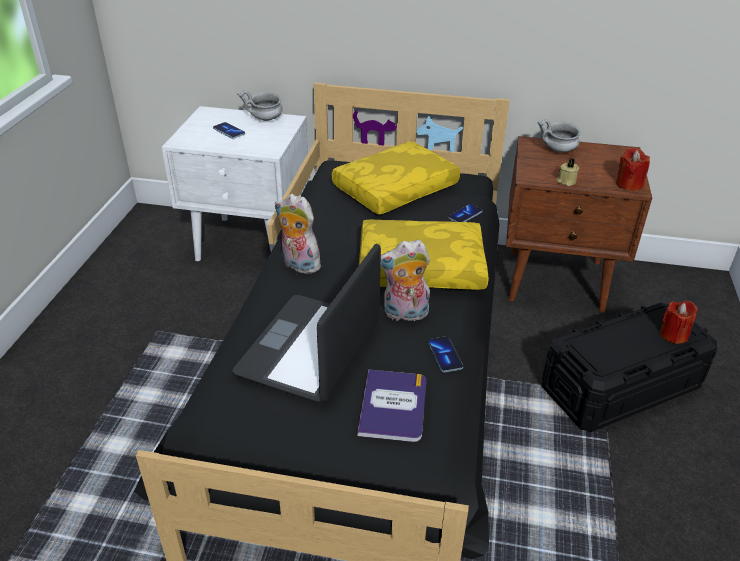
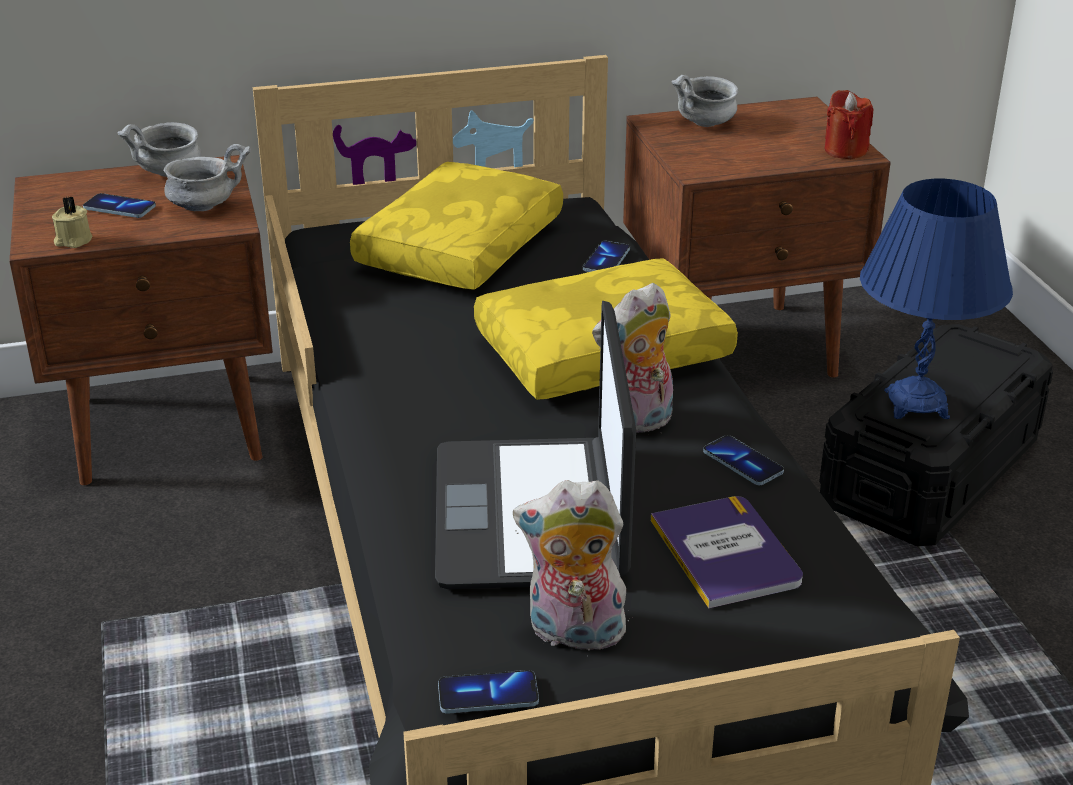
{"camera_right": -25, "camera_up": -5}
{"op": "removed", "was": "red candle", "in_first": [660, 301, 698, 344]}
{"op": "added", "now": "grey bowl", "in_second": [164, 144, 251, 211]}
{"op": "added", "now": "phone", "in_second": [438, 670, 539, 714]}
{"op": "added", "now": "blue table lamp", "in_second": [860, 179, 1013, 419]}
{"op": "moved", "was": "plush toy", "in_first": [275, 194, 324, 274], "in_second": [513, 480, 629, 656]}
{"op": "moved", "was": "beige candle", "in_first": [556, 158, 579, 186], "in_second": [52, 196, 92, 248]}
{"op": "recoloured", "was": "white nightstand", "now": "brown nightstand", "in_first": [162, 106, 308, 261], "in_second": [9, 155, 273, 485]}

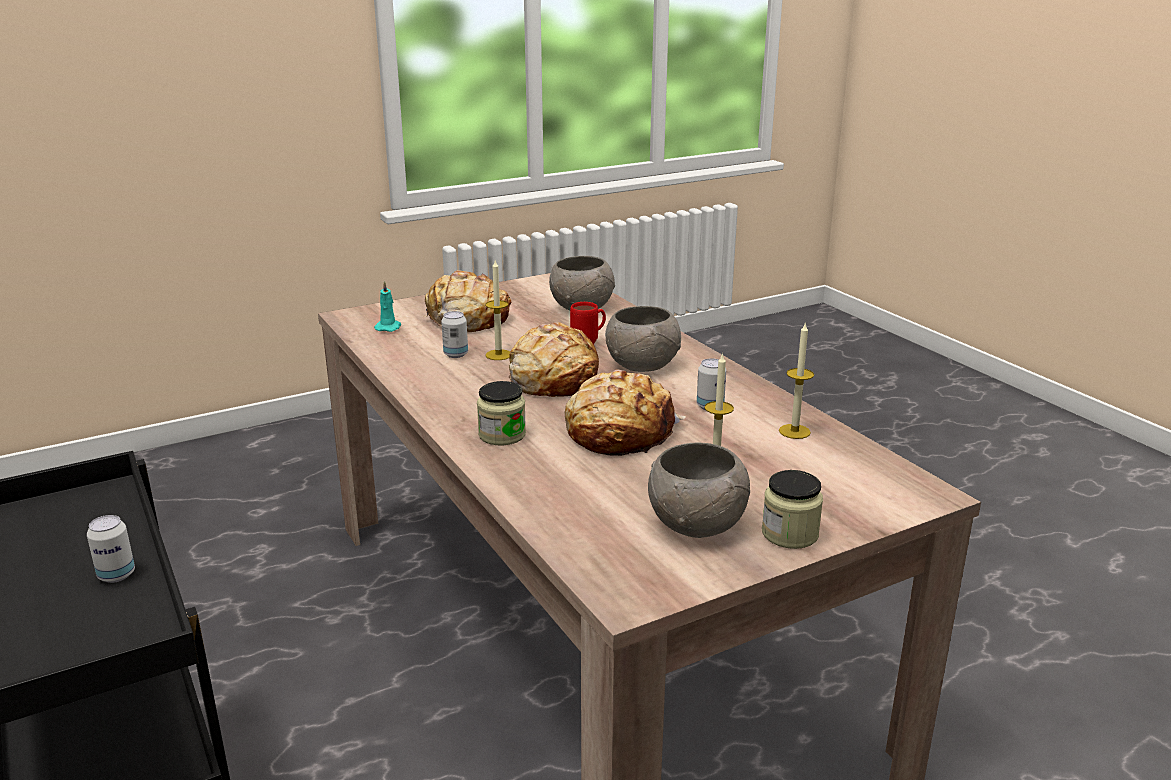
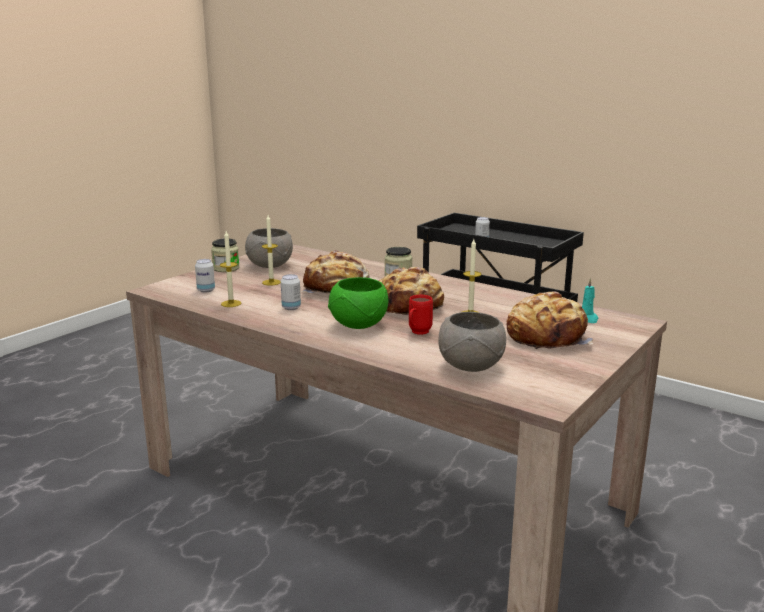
{"camera_right": 155, "camera_up": -5}
{"op": "moved", "was": "can", "in_first": [441, 311, 468, 358], "in_second": [195, 259, 215, 293]}
{"op": "recoloured", "was": "grey bowl", "now": "green bowl", "in_first": [605, 306, 681, 372], "in_second": [328, 277, 388, 329]}

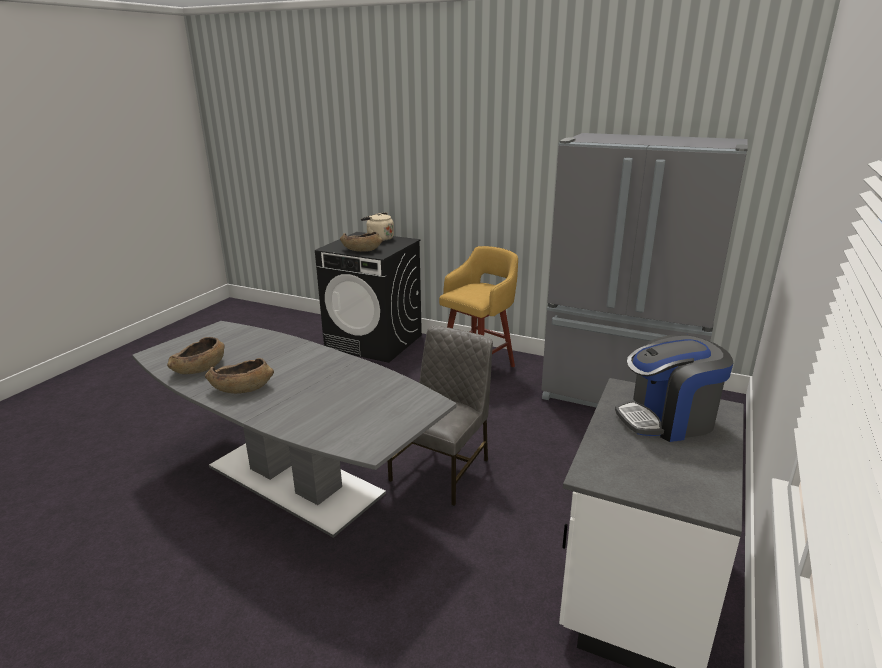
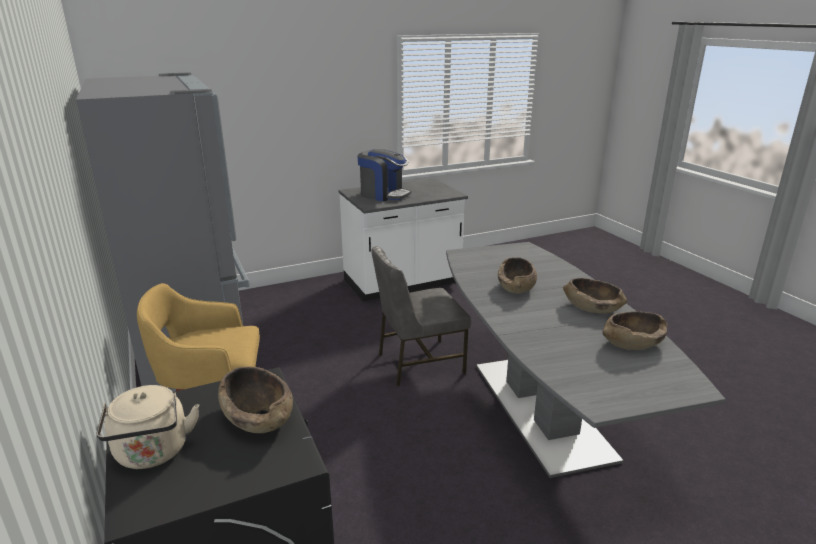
{"camera_right": -140, "camera_up": 0}
{"op": "added", "now": "brown bowl", "in_second": [498, 257, 537, 293]}

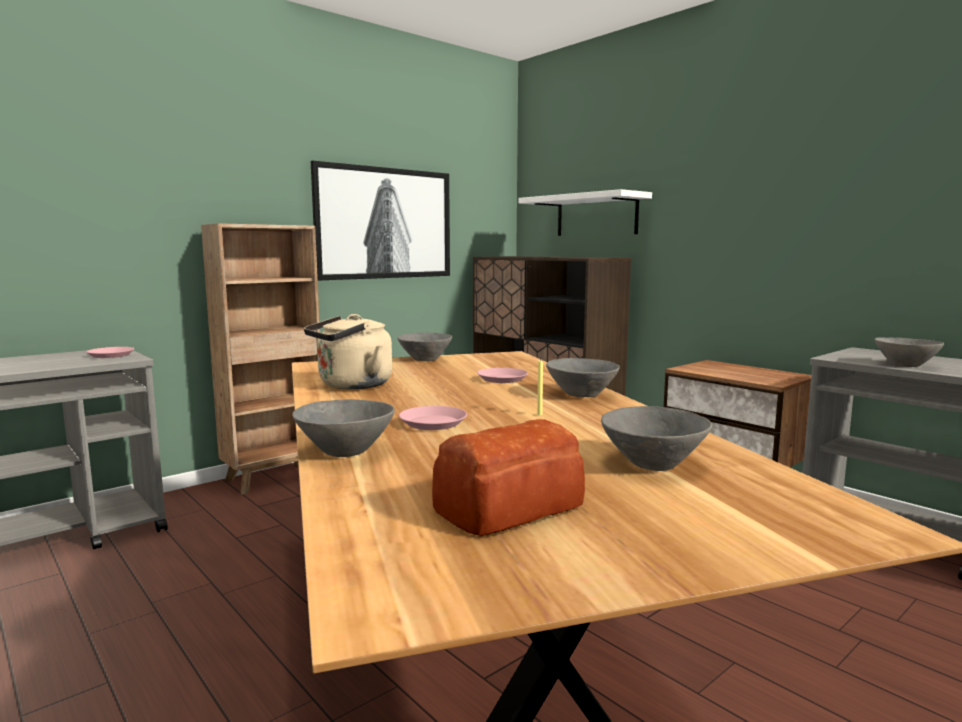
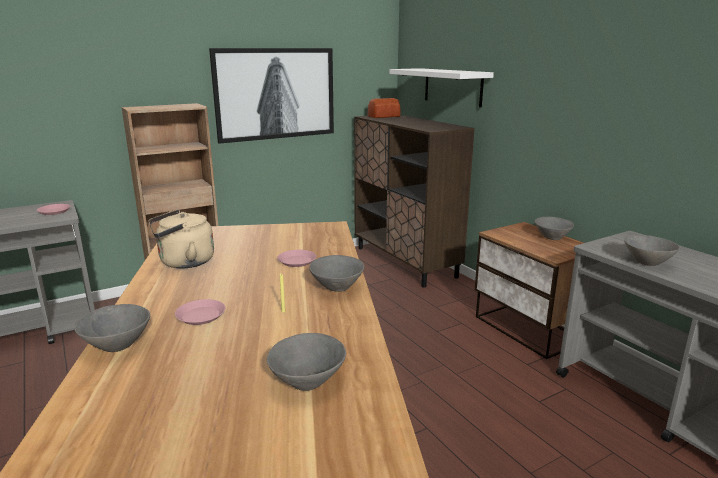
{"camera_right": 10, "camera_up": 10}
{"op": "moved", "was": "grey bowl", "in_first": [397, 332, 452, 361], "in_second": [535, 217, 574, 240]}
{"op": "moved", "was": "bread", "in_first": [432, 419, 585, 536], "in_second": [367, 98, 400, 118]}

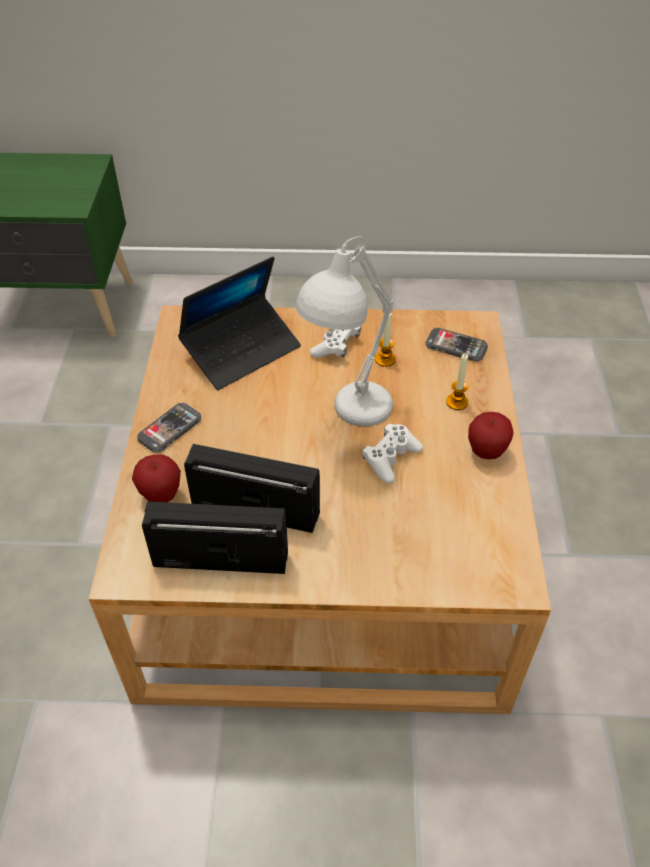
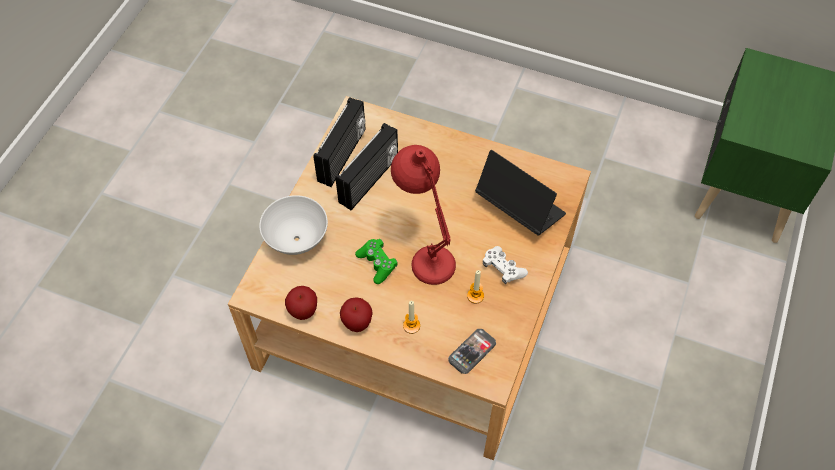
{"camera_right": 110, "camera_up": 10}
{"op": "removed", "was": "phone", "in_first": [137, 403, 201, 453]}
{"op": "added", "now": "white bowl", "in_second": [259, 195, 328, 255]}
{"op": "moved", "was": "apple", "in_first": [132, 454, 181, 503], "in_second": [285, 286, 317, 320]}
{"op": "recoloured", "was": "white table lamp", "now": "red table lamp", "in_first": [296, 236, 394, 427], "in_second": [391, 145, 456, 285]}
{"op": "recoloured", "was": "white game controller", "now": "green game controller", "in_first": [362, 424, 423, 484], "in_second": [355, 239, 398, 284]}
{"op": "turned", "was": "laptop", "in_first": [178, 256, 301, 390], "in_second": [475, 150, 566, 236], "clockwise": 150}

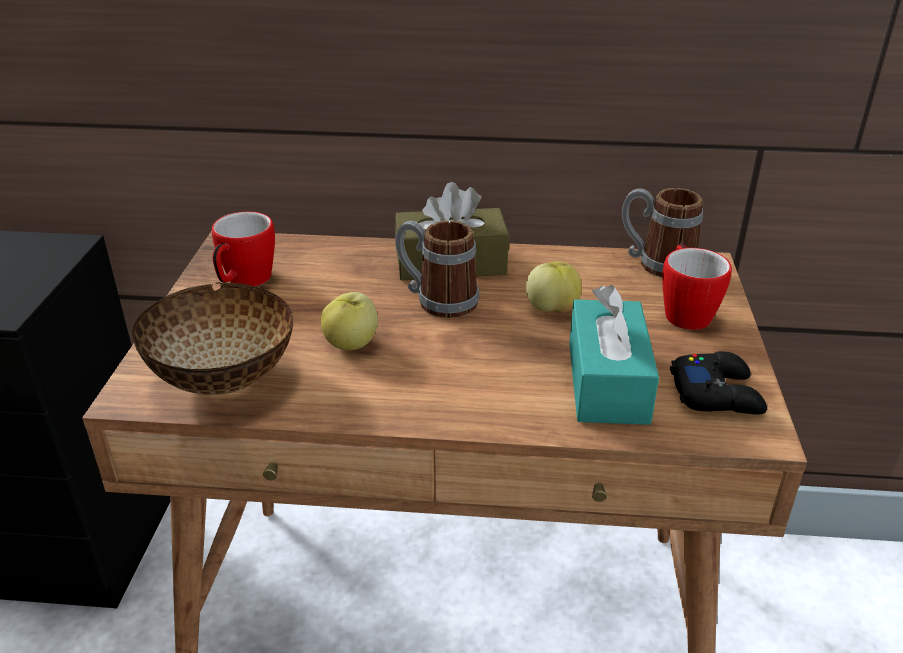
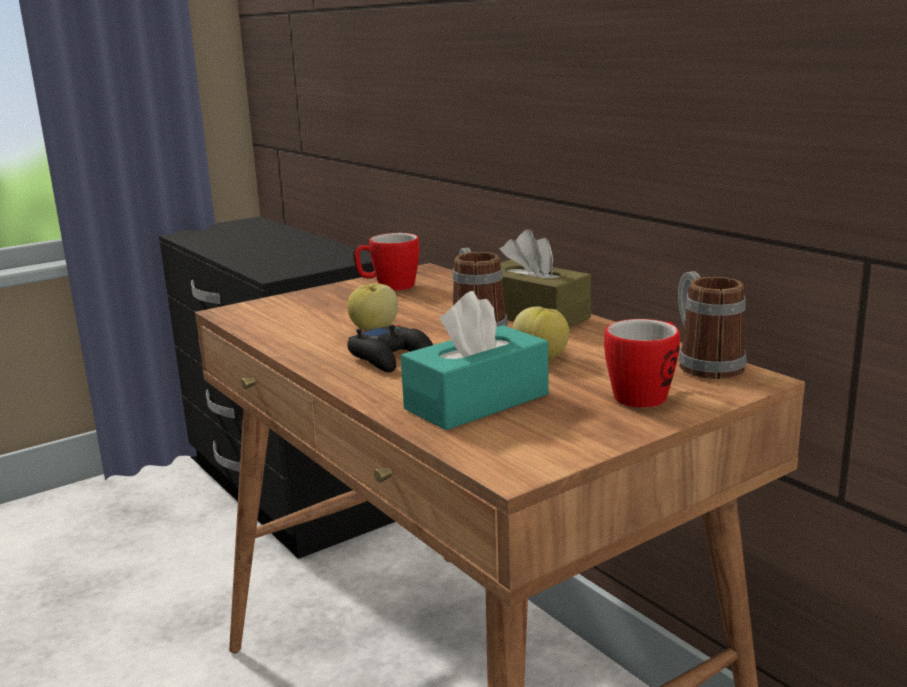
{"camera_right": 50, "camera_up": -15}
{"op": "removed", "was": "bowl", "in_first": [132, 282, 293, 395]}
{"op": "moved", "was": "black game controller", "in_first": [670, 351, 767, 415], "in_second": [347, 325, 433, 372]}

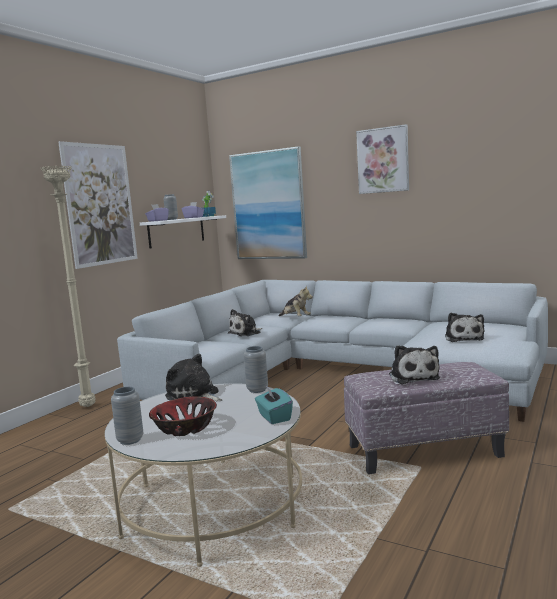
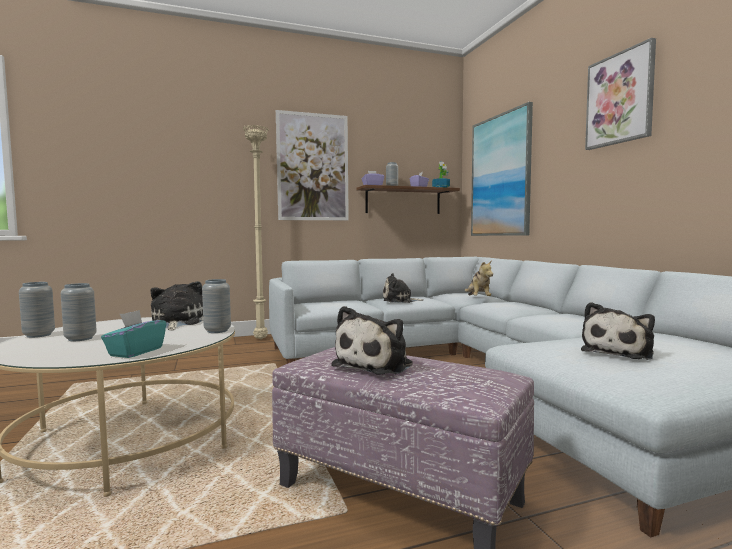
{"camera_right": 40, "camera_up": -5}
{"op": "replaced", "was": "bowl", "now": "grey vase", "in_first": [149, 397, 217, 436], "in_second": [61, 283, 97, 341]}
{"op": "recoloured", "was": "white shelf", "now": "brown shelf", "in_first": [140, 215, 226, 249], "in_second": [357, 185, 460, 214]}

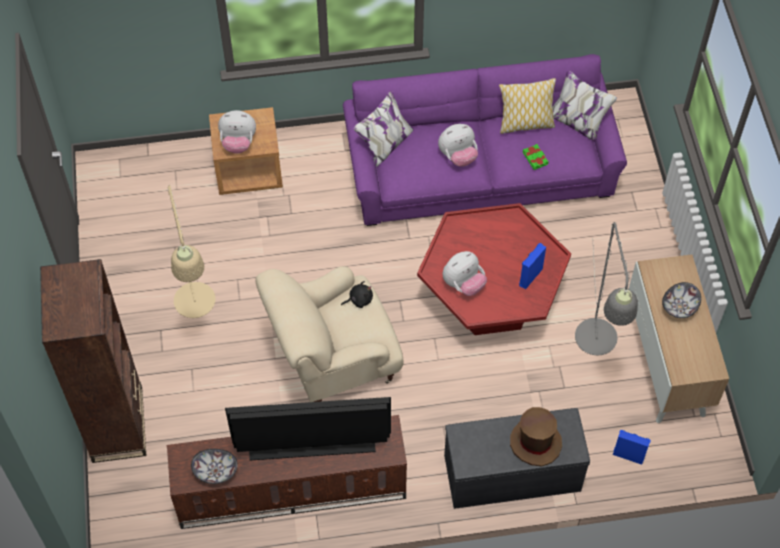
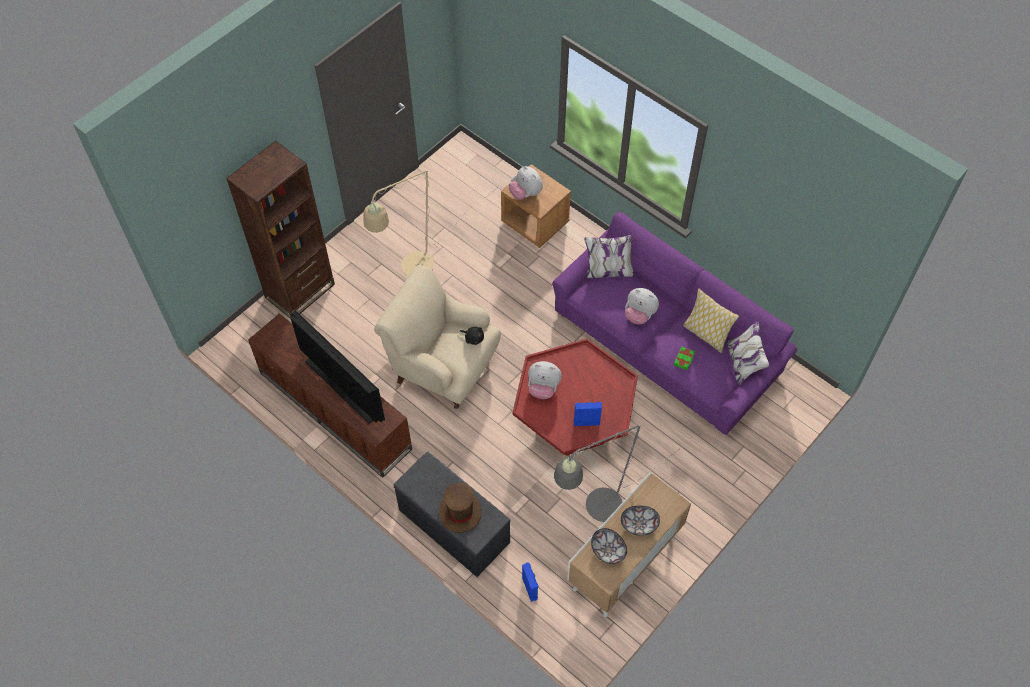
{"camera_right": 50, "camera_up": 0}
{"op": "moved", "was": "bowl", "in_first": [191, 449, 238, 484], "in_second": [591, 528, 627, 564]}

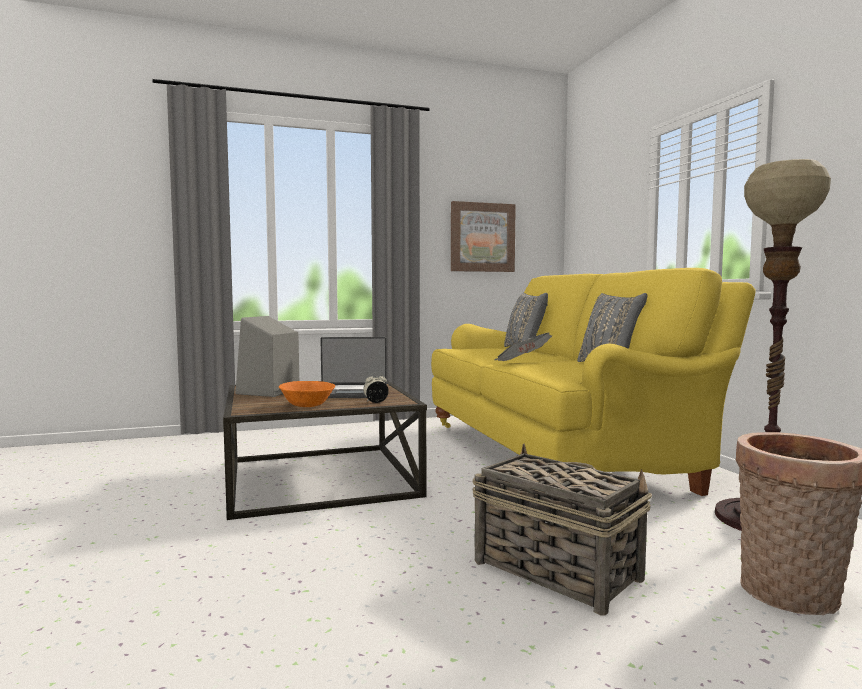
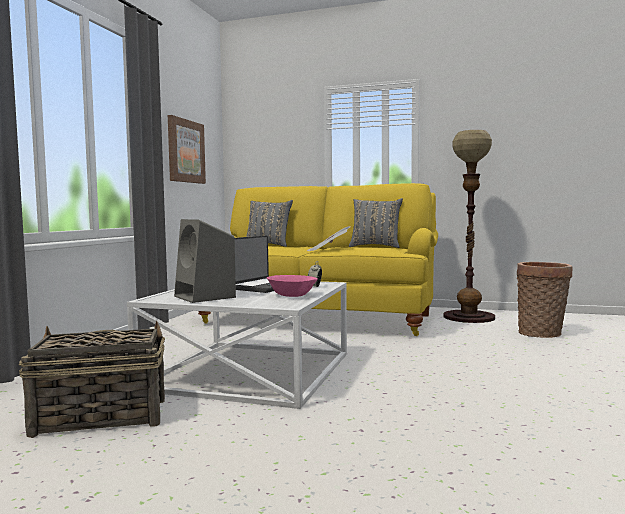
{"camera_right": -55, "camera_up": 0}
{"op": "moved", "was": "basket", "in_first": [473, 444, 652, 616], "in_second": [19, 321, 165, 438]}
{"op": "recoloured", "was": "brown coffee table", "now": "white coffee table", "in_first": [223, 380, 427, 520], "in_second": [127, 282, 347, 409]}
{"op": "recoloured", "was": "orange bowl", "now": "pink bowl", "in_first": [279, 381, 335, 407], "in_second": [267, 275, 318, 297]}

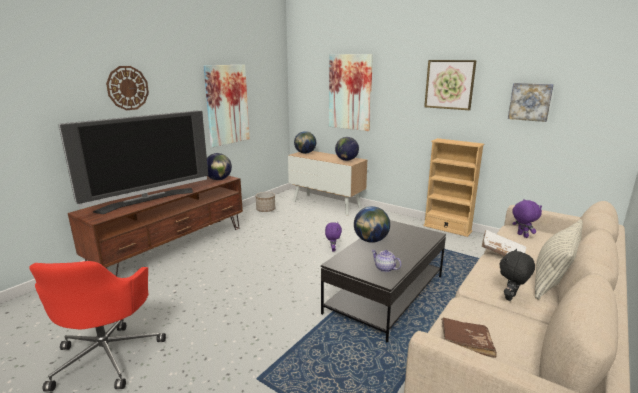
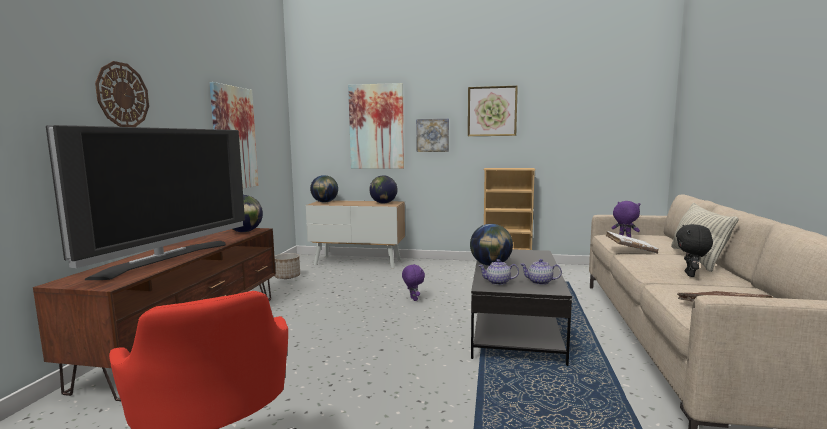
{"camera_right": -25, "camera_up": -10}
{"op": "added", "now": "teapot", "in_second": [478, 259, 519, 285]}
{"op": "moved", "was": "picture", "in_first": [508, 83, 554, 122], "in_second": [416, 119, 449, 152]}

